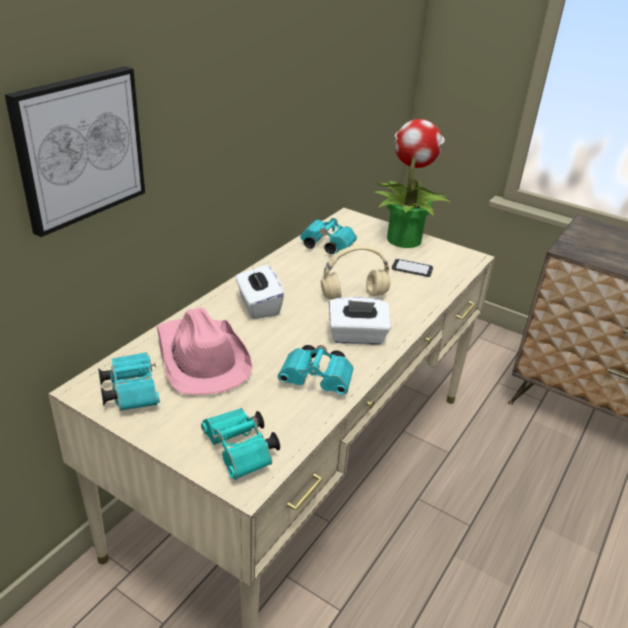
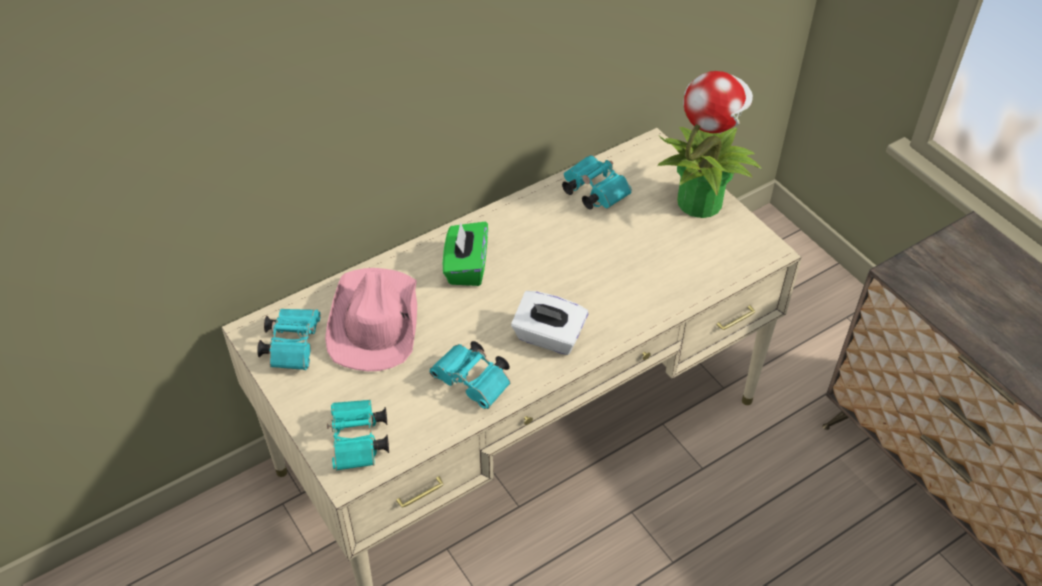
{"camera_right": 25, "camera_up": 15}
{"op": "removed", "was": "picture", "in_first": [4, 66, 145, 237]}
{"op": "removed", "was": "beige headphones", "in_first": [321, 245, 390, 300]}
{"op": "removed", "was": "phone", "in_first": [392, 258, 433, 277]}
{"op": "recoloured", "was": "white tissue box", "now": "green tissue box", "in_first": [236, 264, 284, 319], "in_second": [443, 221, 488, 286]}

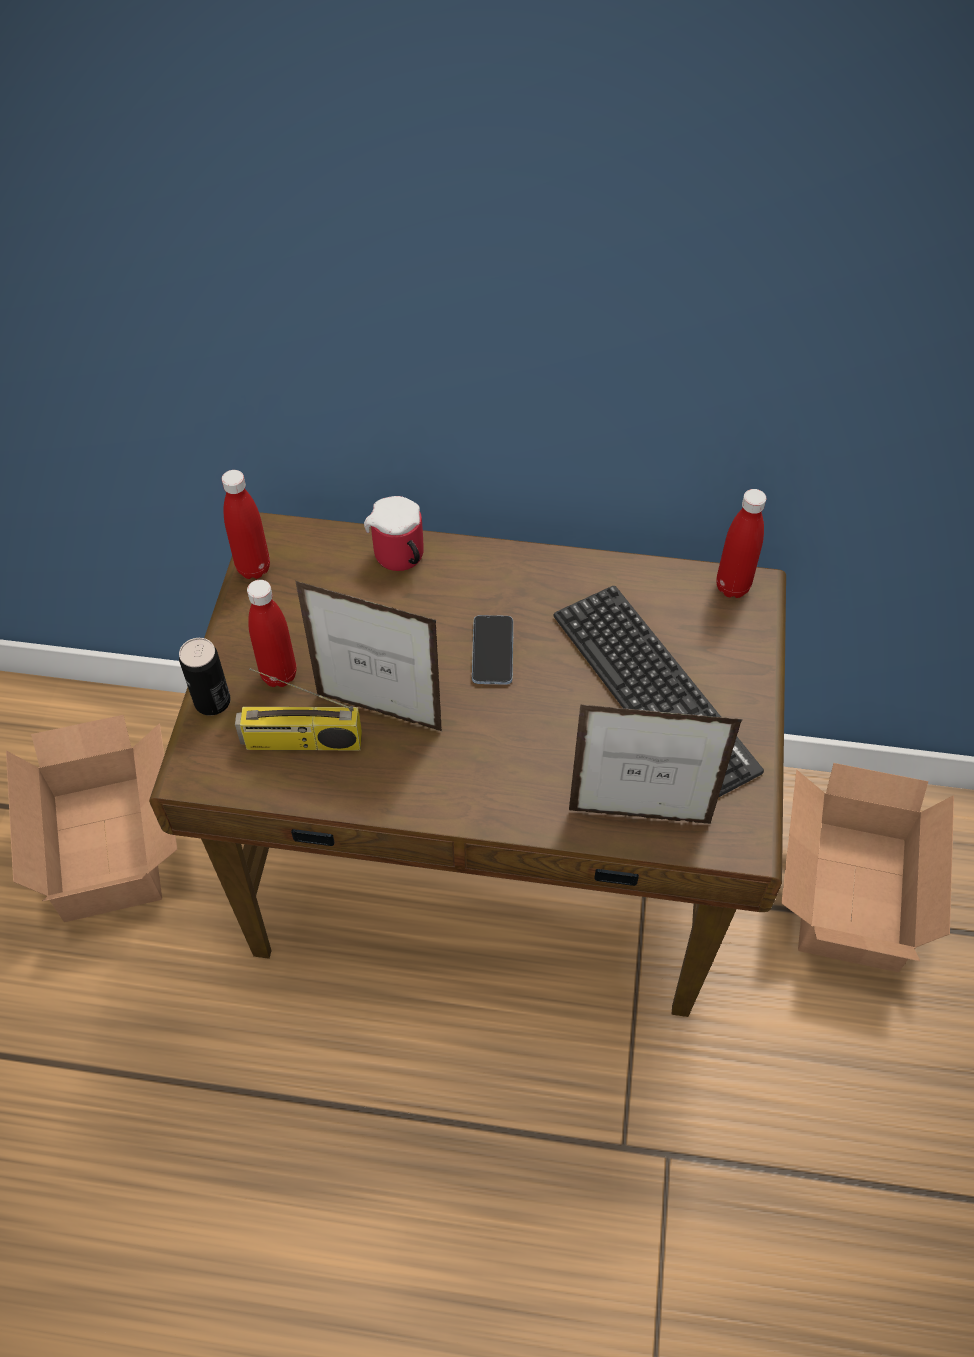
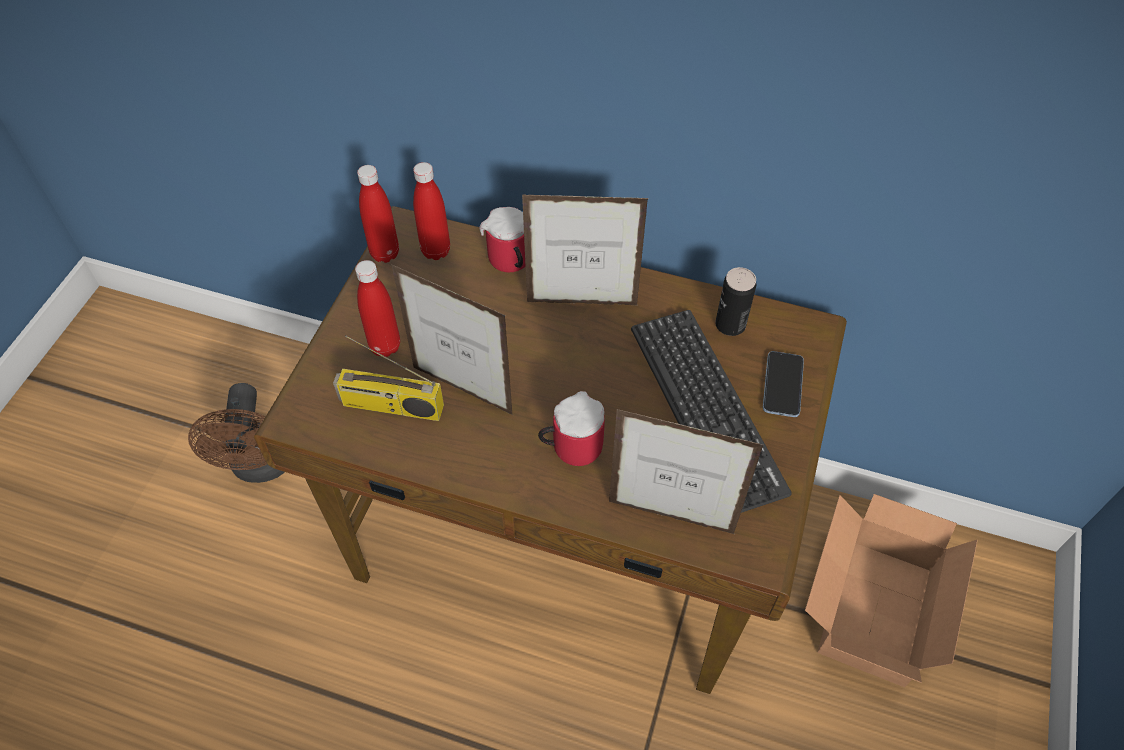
{"camera_right": 10, "camera_up": 0}
{"op": "added", "now": "picture frame", "in_second": [522, 195, 649, 305]}
{"op": "added", "now": "mug", "in_second": [538, 391, 605, 466]}
{"op": "moved", "was": "can", "in_first": [179, 638, 231, 716], "in_second": [715, 267, 756, 336]}
{"op": "moved", "was": "phone", "in_first": [472, 615, 513, 685], "in_second": [763, 351, 804, 417]}
{"op": "moved", "was": "red bottle", "in_first": [716, 489, 766, 598], "in_second": [413, 162, 450, 260]}
{"op": "replaced", "was": "cardboard box", "now": "brown fan", "in_first": [6, 715, 177, 922], "in_second": [188, 383, 284, 483]}

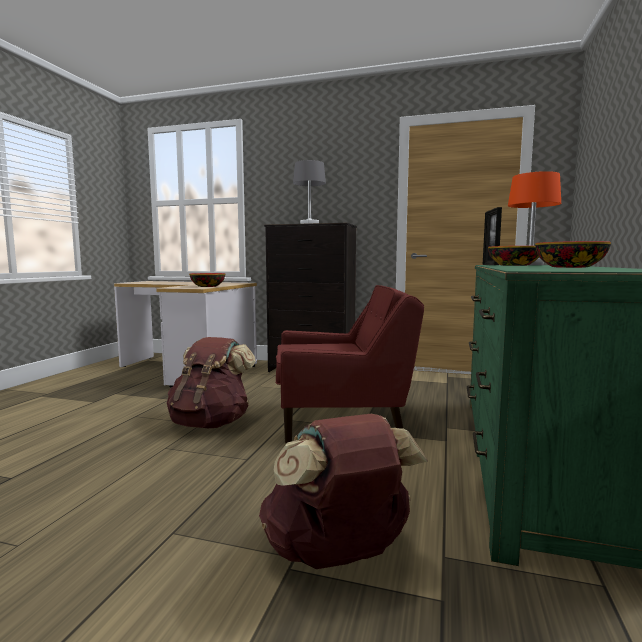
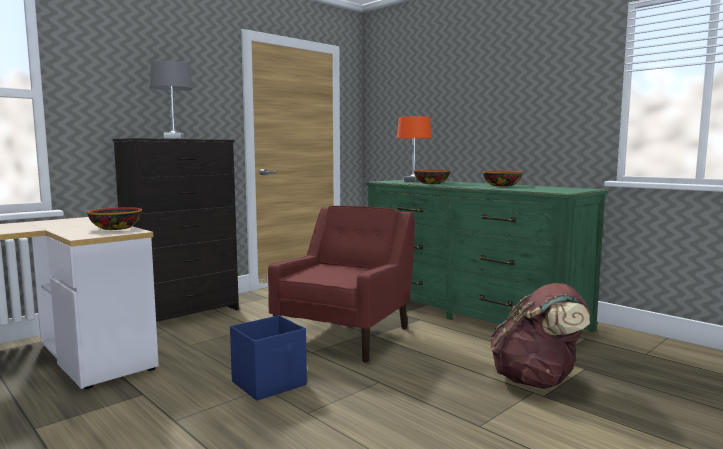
{"camera_right": -60, "camera_up": 0}
{"op": "removed", "was": "picture frame", "in_first": [483, 207, 502, 265]}
{"op": "replaced", "was": "brown backpack", "now": "blue storage box", "in_first": [167, 337, 256, 428], "in_second": [230, 315, 307, 401]}

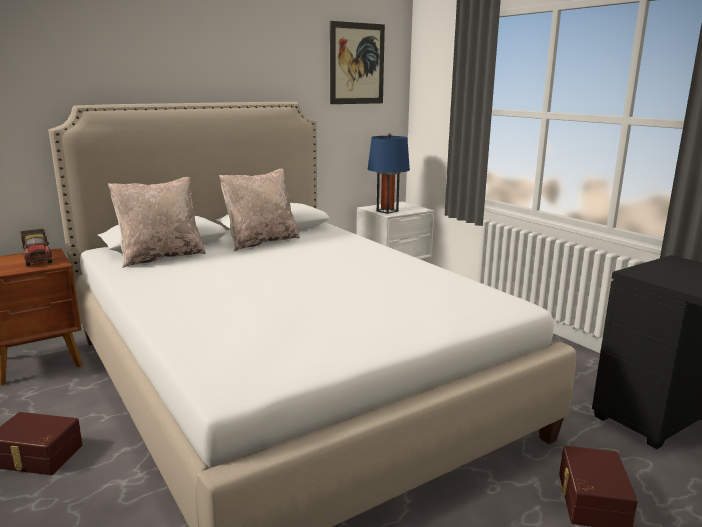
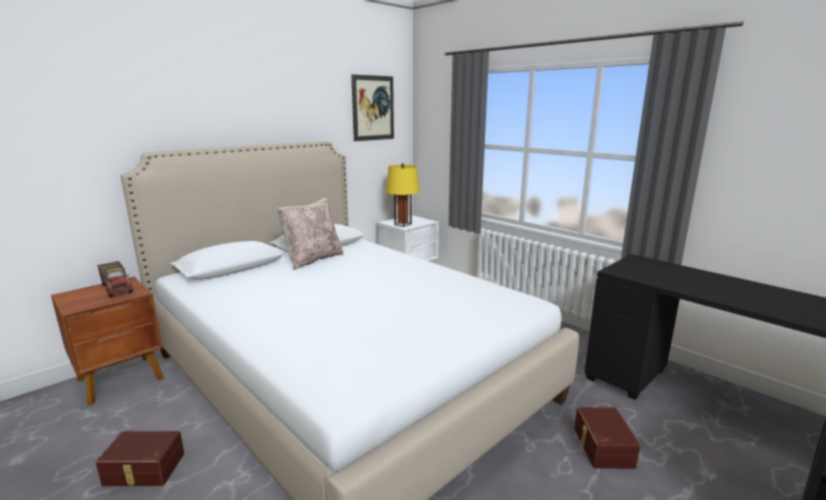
{"camera_right": -10, "camera_up": 0}
{"op": "removed", "was": "beige pillow", "in_first": [108, 177, 206, 268]}
{"op": "recoloured", "was": "blue table lamp", "now": "yellow table lamp", "in_first": [368, 133, 410, 214], "in_second": [386, 163, 420, 227]}

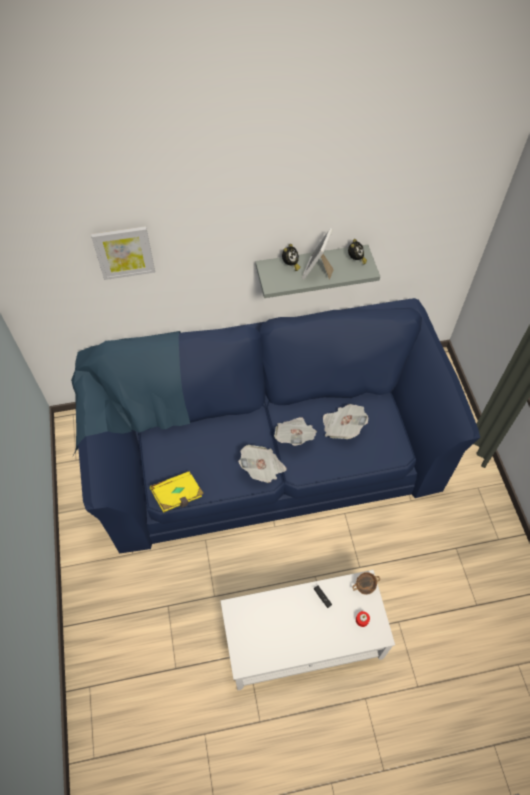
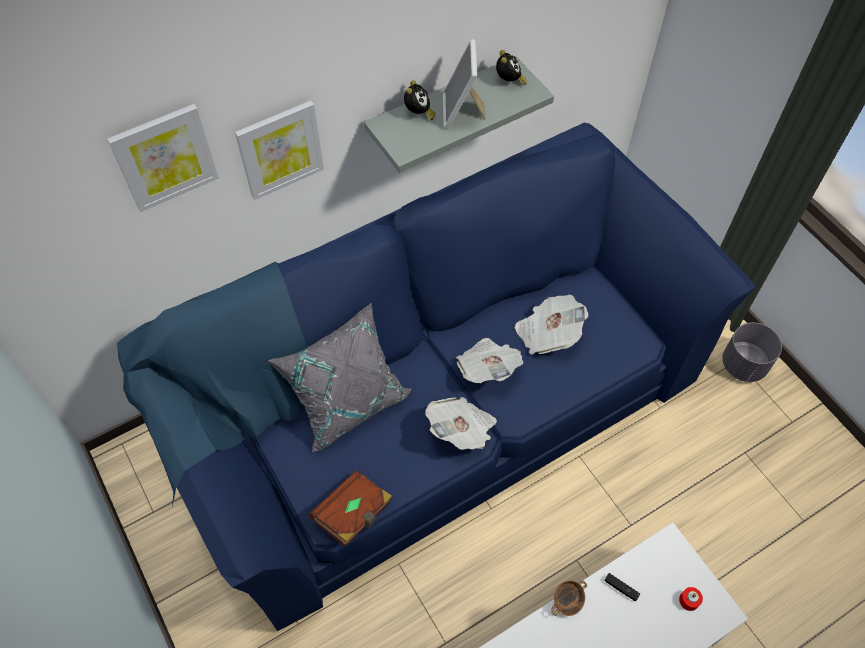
{"camera_right": -20, "camera_up": 0}
{"op": "added", "now": "picture", "in_second": [235, 100, 324, 200]}
{"op": "added", "now": "grey pillow", "in_second": [268, 303, 411, 452]}
{"op": "added", "now": "grey planter", "in_second": [722, 322, 782, 382]}
{"op": "moved", "was": "bowl", "in_first": [352, 572, 380, 595], "in_second": [551, 580, 587, 616]}
{"op": "recoloured", "was": "yellow book", "now": "brown book", "in_first": [150, 471, 204, 513], "in_second": [309, 470, 393, 546]}

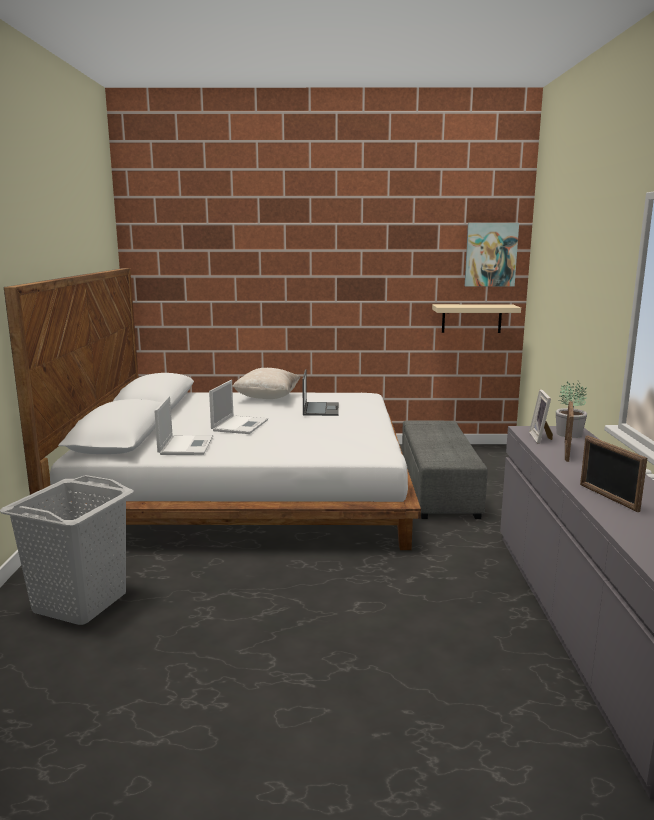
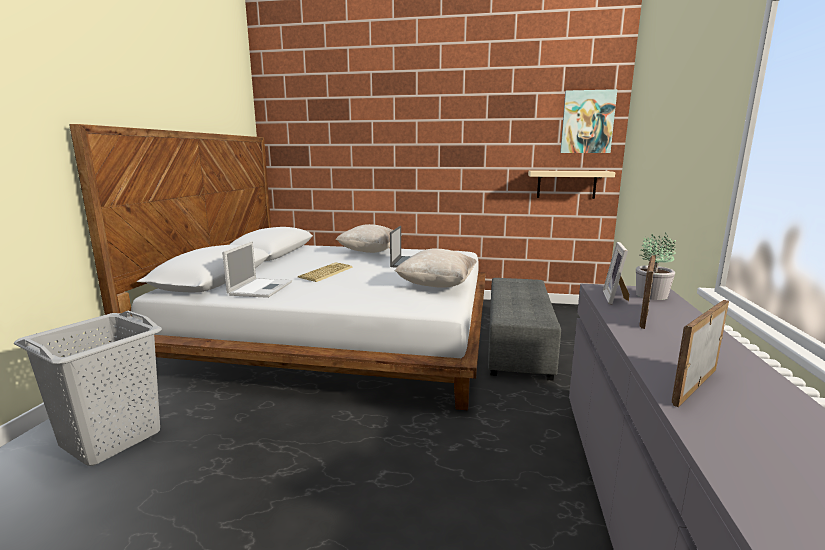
{"camera_right": 10, "camera_up": 0}
{"op": "added", "now": "beige pillow", "in_second": [395, 249, 477, 288]}
{"op": "replaced", "was": "laptop", "now": "keyboard", "in_first": [209, 380, 268, 434], "in_second": [298, 262, 353, 282]}
{"op": "turned", "was": "picture frame", "in_first": [580, 435, 647, 512], "in_second": [672, 300, 729, 407], "clockwise": 60}

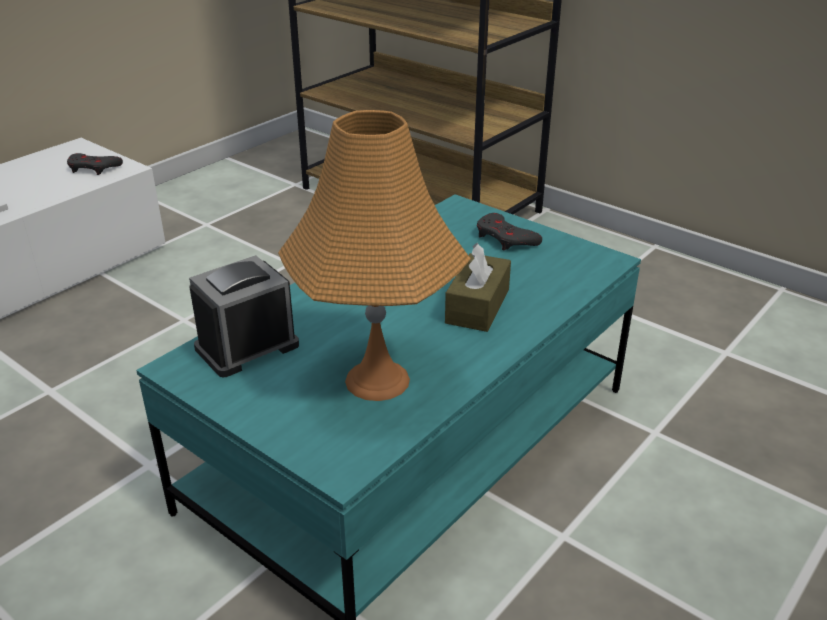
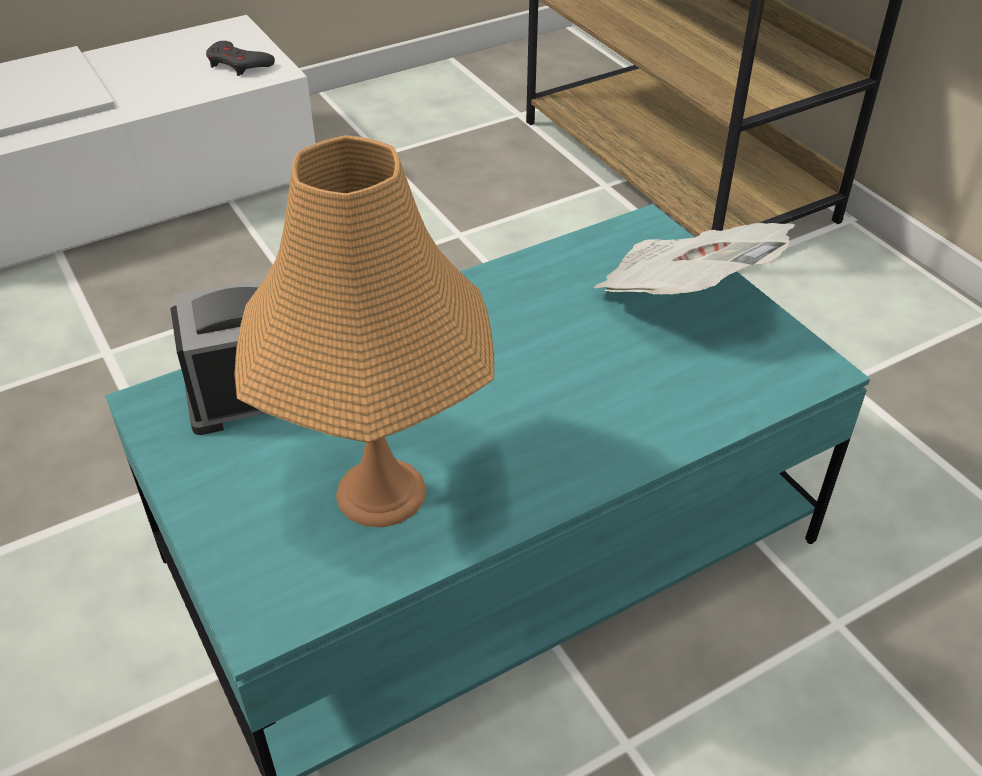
{"camera_right": 20, "camera_up": 10}
{"op": "removed", "was": "brown tissue box", "in_first": [445, 243, 511, 332]}
{"op": "replaced", "was": "grey game controller", "now": "newspaper", "in_first": [477, 213, 542, 251], "in_second": [593, 223, 796, 295]}

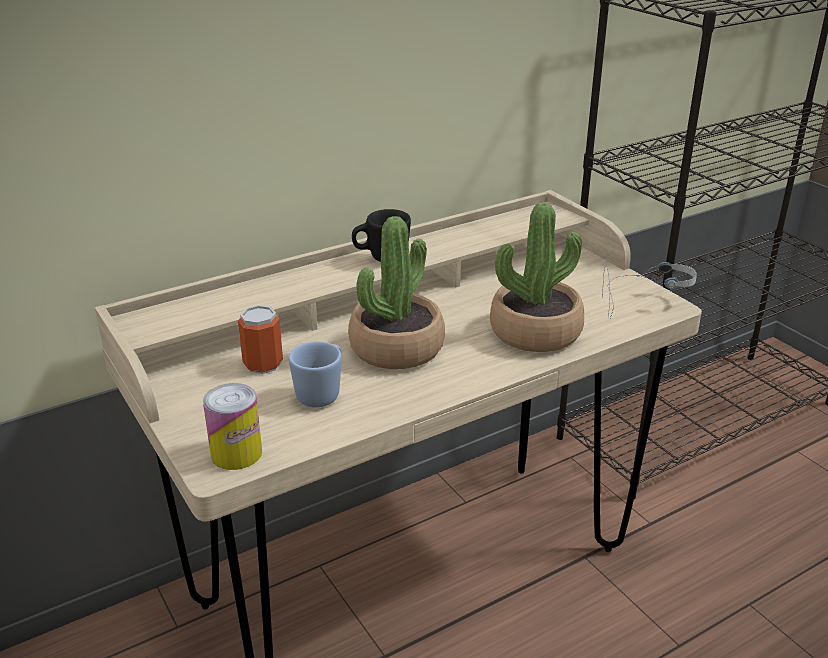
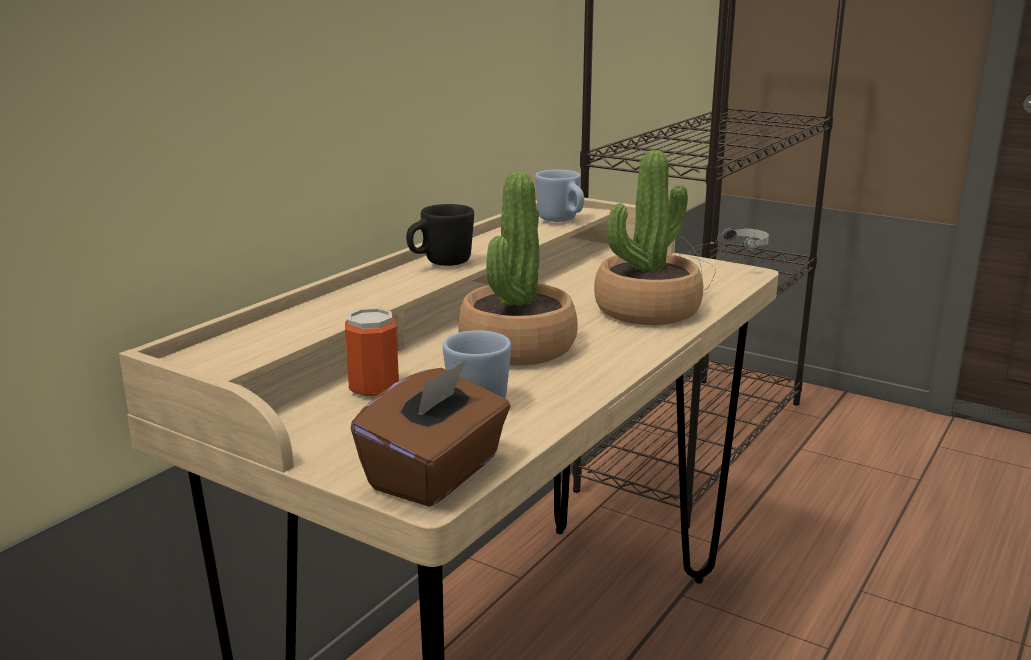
{"camera_right": -25, "camera_up": -10}
{"op": "added", "now": "blue mug", "in_second": [535, 170, 584, 222]}
{"op": "replaced", "was": "can", "now": "brown tissue box", "in_first": [203, 383, 262, 470], "in_second": [351, 360, 510, 507]}

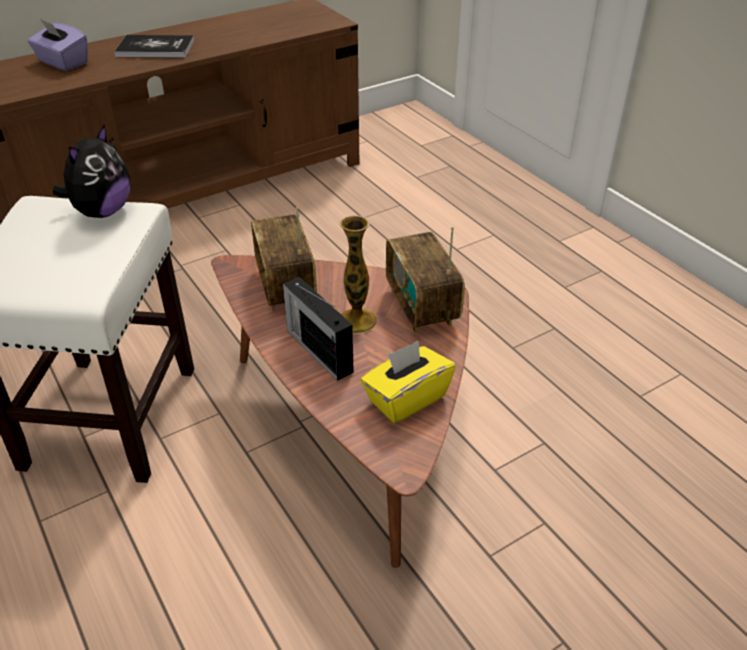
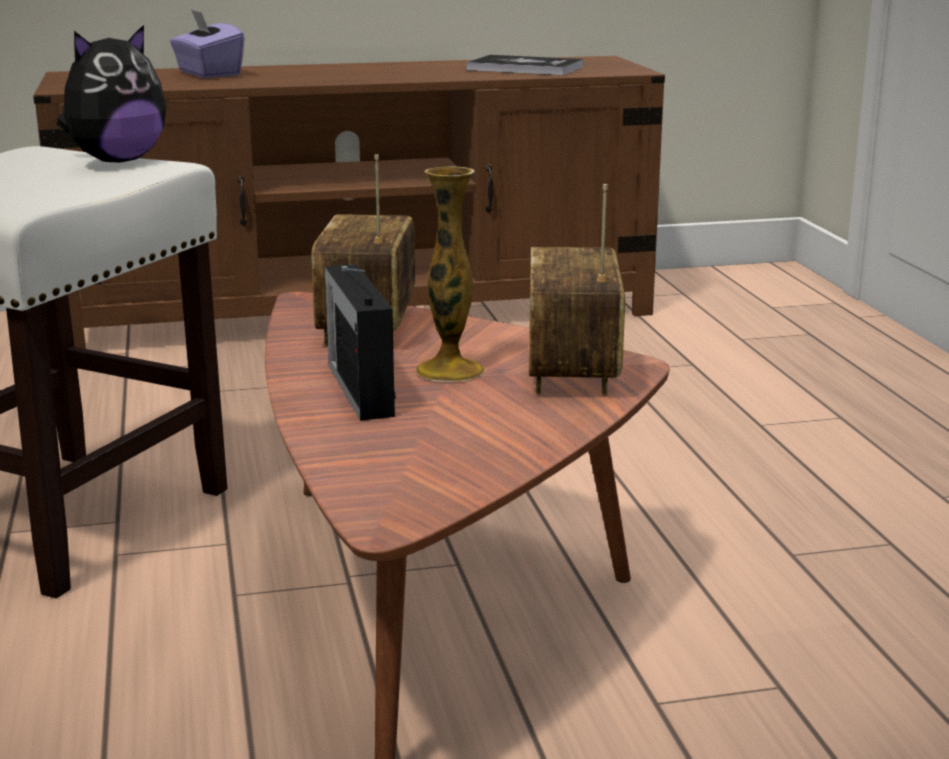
{"camera_right": 20, "camera_up": -20}
{"op": "removed", "was": "yellow tissue box", "in_first": [361, 341, 456, 423]}
{"op": "moved", "was": "book", "in_first": [114, 35, 194, 58], "in_second": [466, 55, 583, 75]}

